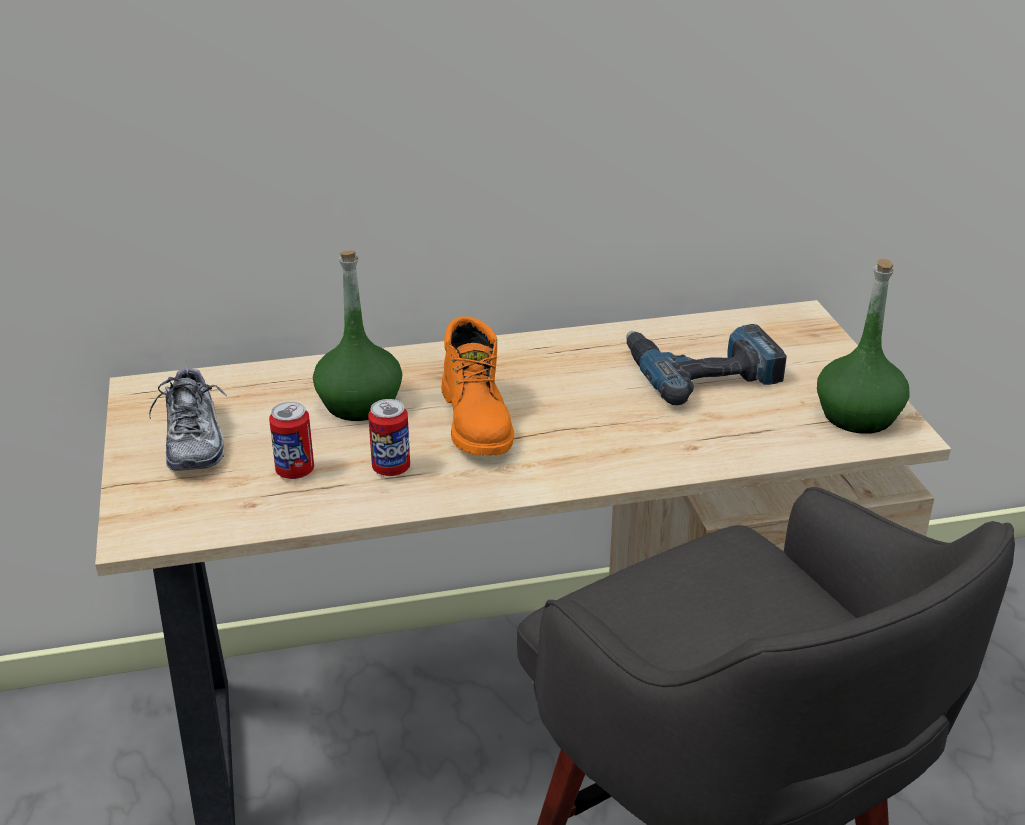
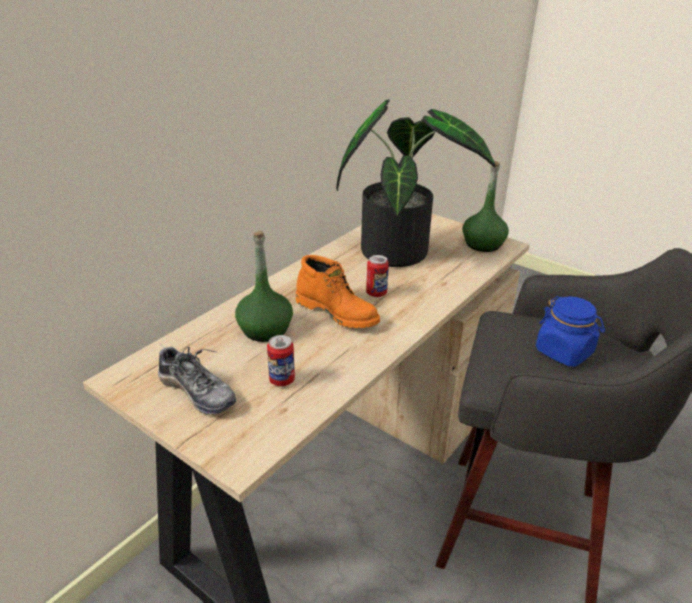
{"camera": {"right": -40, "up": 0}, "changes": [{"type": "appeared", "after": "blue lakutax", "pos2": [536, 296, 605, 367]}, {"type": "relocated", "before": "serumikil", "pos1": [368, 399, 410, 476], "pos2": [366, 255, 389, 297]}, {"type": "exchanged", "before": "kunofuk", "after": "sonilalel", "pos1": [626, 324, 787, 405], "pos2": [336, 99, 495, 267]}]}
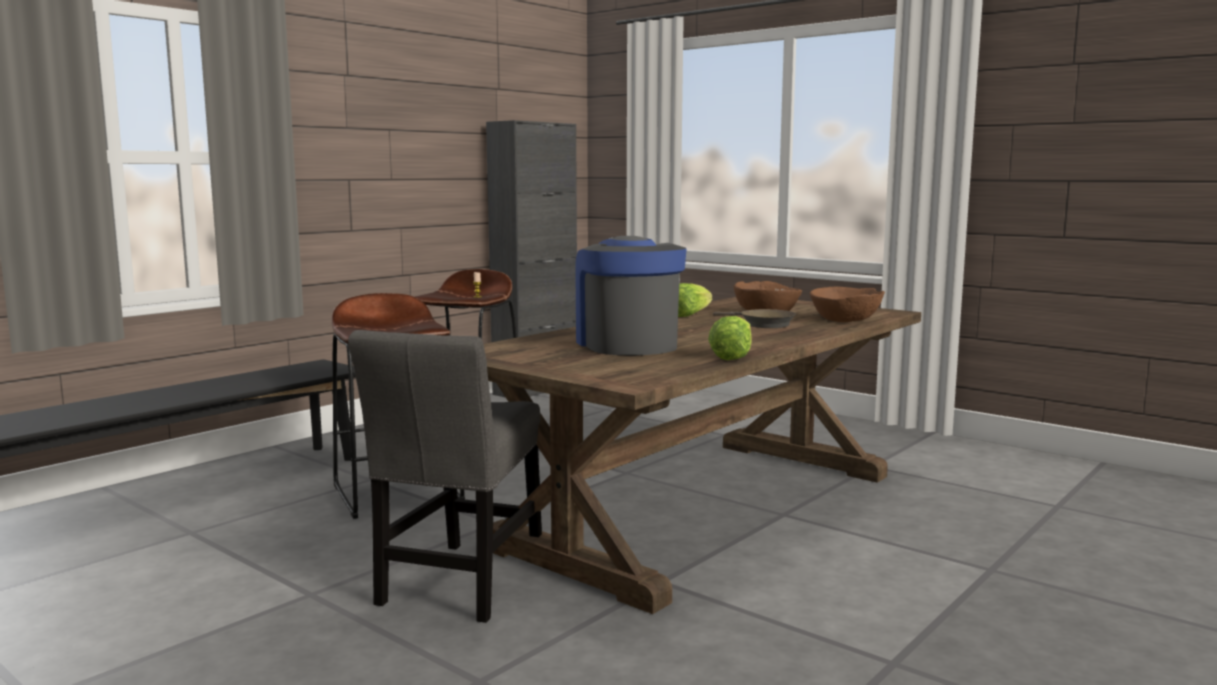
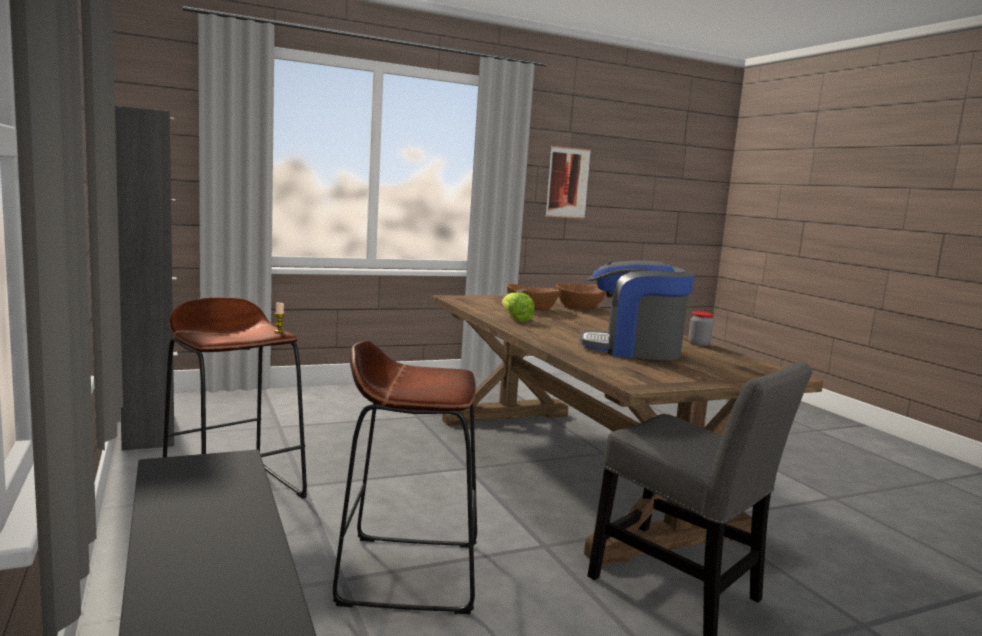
{"camera": {"right": -65, "up": 0}, "changes": [{"type": "missing", "before": "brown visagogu", "pos1": [713, 309, 796, 328]}, {"type": "appeared", "after": "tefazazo", "pos2": [545, 146, 591, 219]}, {"type": "exchanged", "before": "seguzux", "after": "lakutax", "pos1": [708, 316, 752, 360], "pos2": [688, 312, 714, 346]}]}
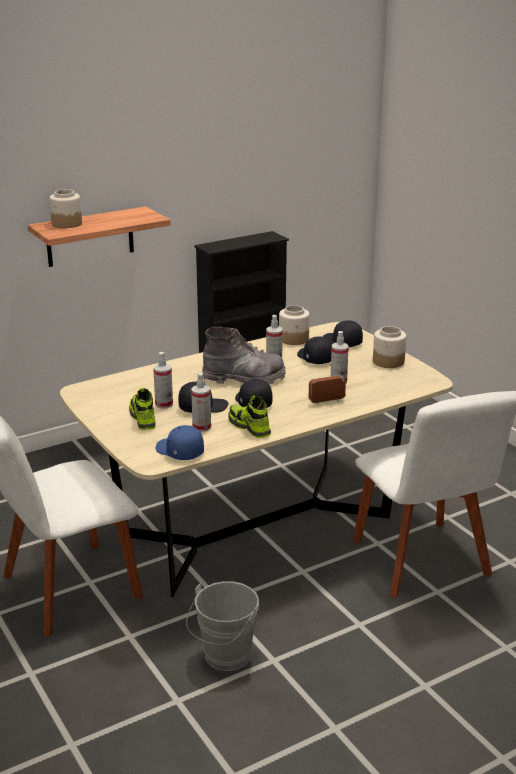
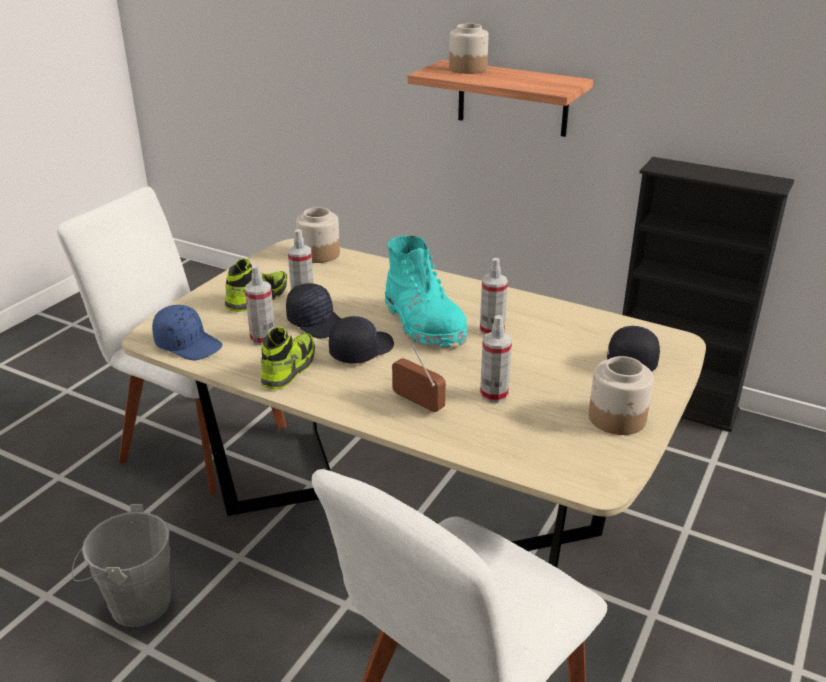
{"camera": {"right": 60, "up": 5}, "changes": [{"type": "missing", "before": "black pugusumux", "pos1": [297, 336, 333, 364]}, {"type": "relocated", "before": "lakutax", "pos1": [279, 305, 310, 345], "pos2": [296, 207, 340, 263]}, {"type": "colour", "before": "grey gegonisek", "after": "turquoise gegonisek", "pos1": [202, 327, 286, 384], "pos2": [385, 235, 467, 348]}, {"type": "spun", "before": "blue pugusumux", "pos1": [156, 425, 204, 460], "pos2": [152, 305, 222, 360], "turn": 105}]}
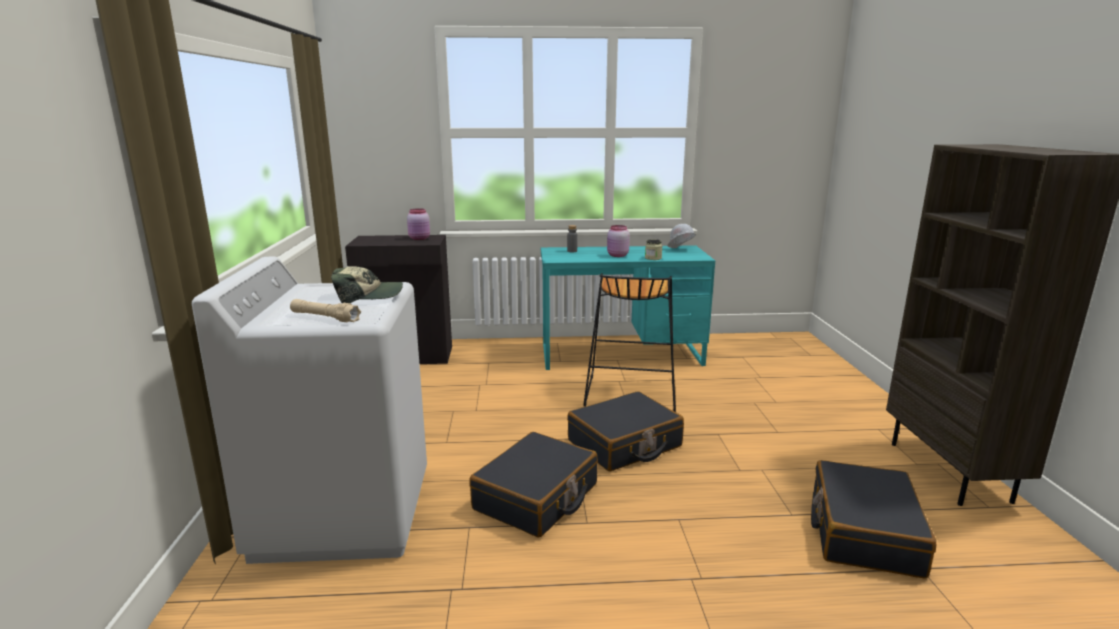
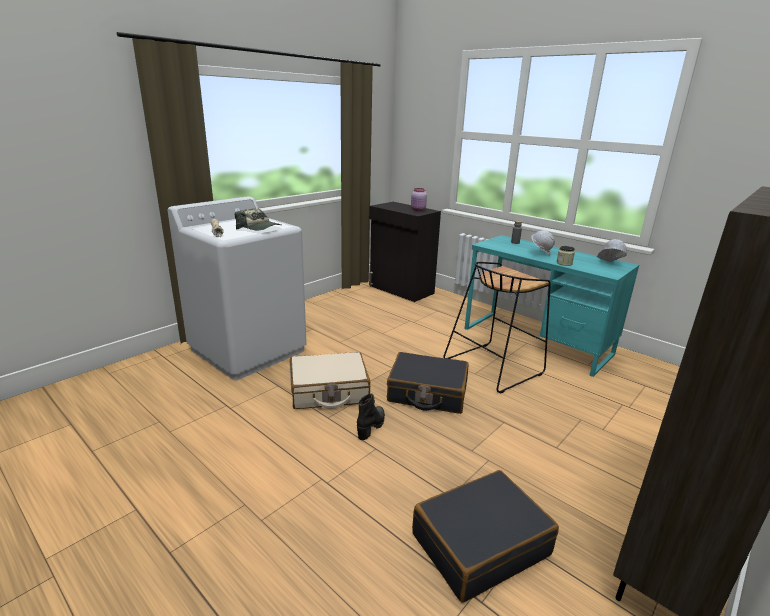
{"camera": {"right": 45, "up": 5}, "changes": [{"type": "appeared", "after": "black gegonisek", "pos2": [357, 393, 385, 440]}, {"type": "exchanged", "before": "pink lakutax", "after": "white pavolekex", "pos1": [607, 225, 630, 257], "pos2": [531, 230, 555, 256]}, {"type": "colour", "before": "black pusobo", "after": "beige pusobo", "pos1": [469, 432, 598, 537], "pos2": [290, 352, 370, 409]}]}
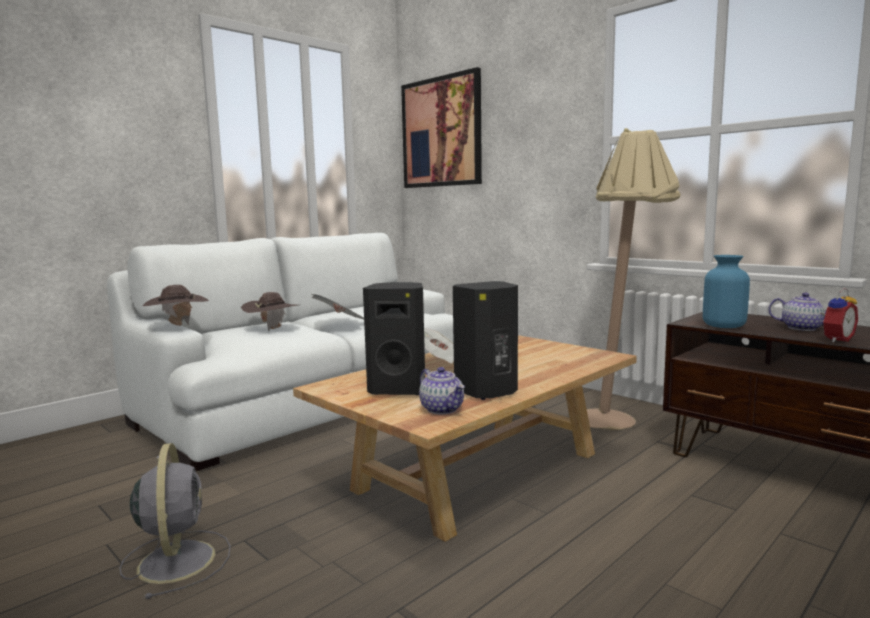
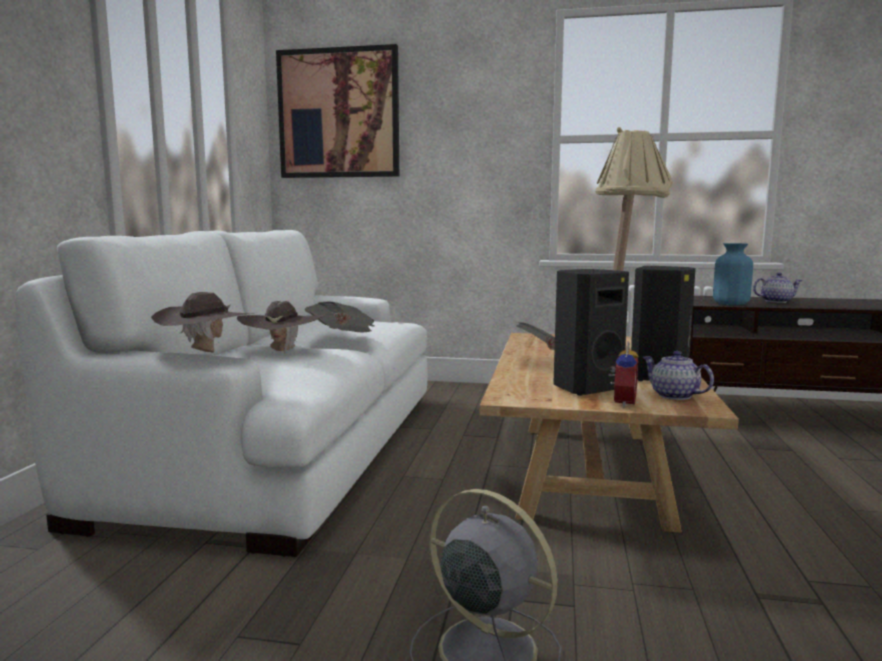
{"camera": {"right": -35, "up": 0}, "changes": [{"type": "relocated", "before": "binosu", "pos1": [820, 288, 858, 342], "pos2": [608, 341, 639, 408]}, {"type": "spun", "before": "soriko", "pos1": [419, 367, 465, 414], "pos2": [643, 351, 714, 400], "turn": -150}]}
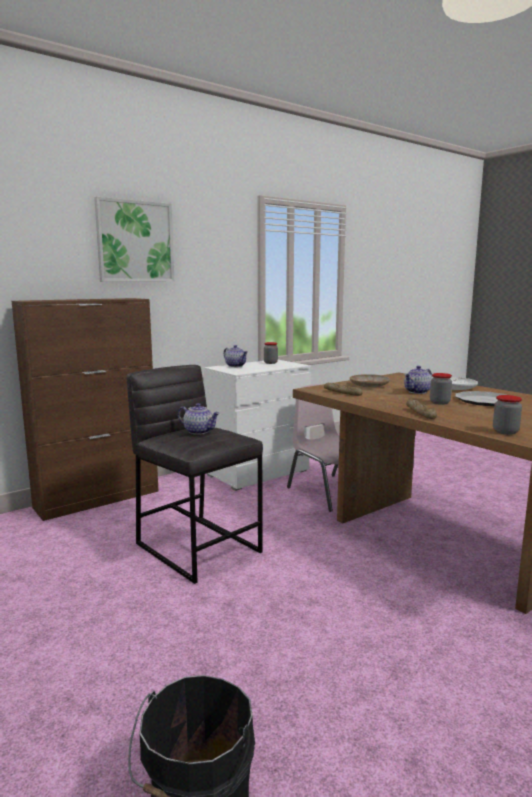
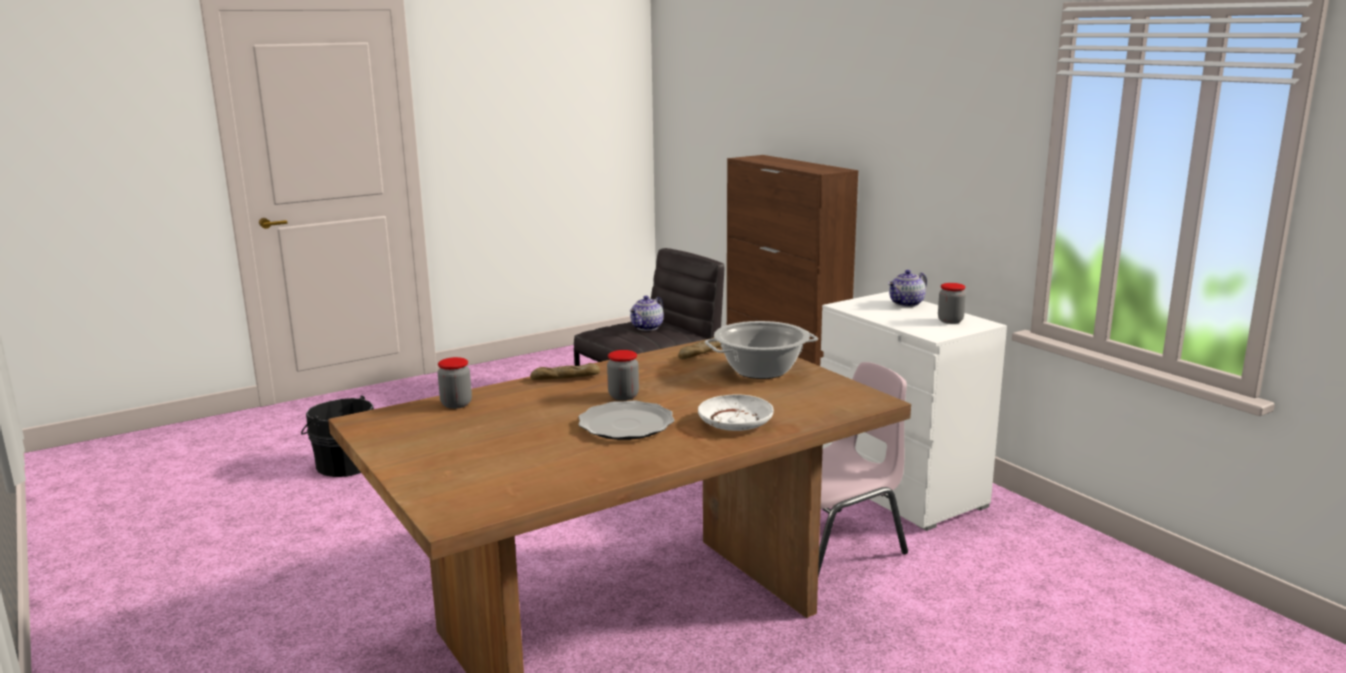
{"camera": {"right": 95, "up": 5}, "changes": [{"type": "missing", "before": "tefazazo", "pos1": [94, 197, 174, 282]}, {"type": "missing", "before": "soriko", "pos1": [404, 366, 432, 394]}, {"type": "exchanged", "before": "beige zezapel", "after": "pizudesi", "pos1": [350, 374, 390, 387], "pos2": [705, 321, 818, 379]}]}
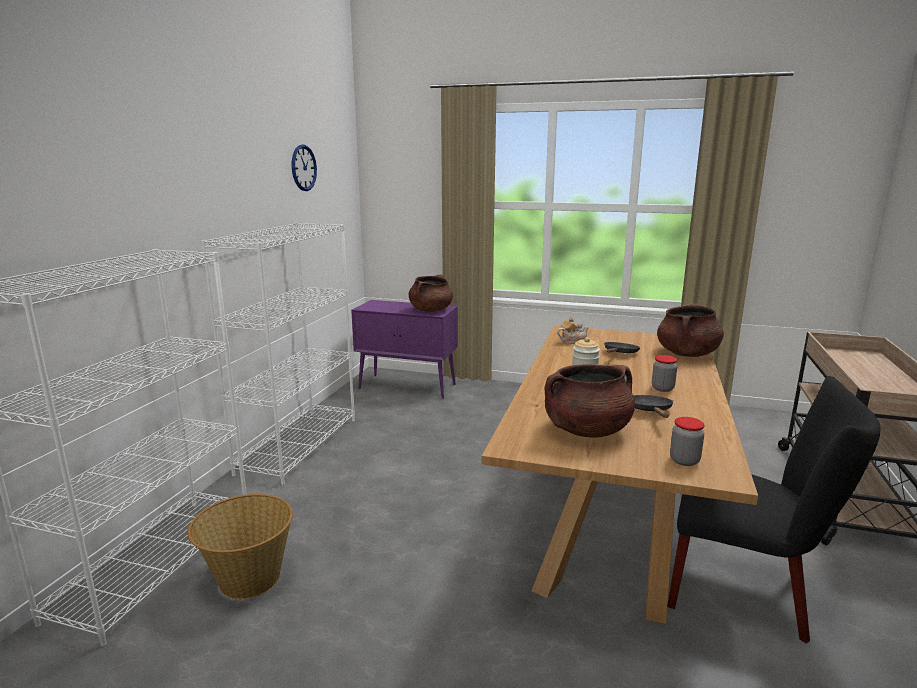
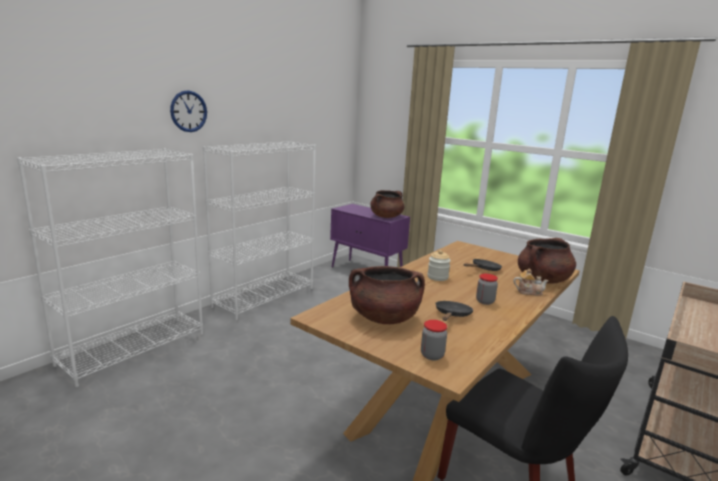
{"camera": {"right": 20, "up": 0}, "changes": [{"type": "missing", "before": "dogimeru", "pos1": [187, 494, 293, 599]}, {"type": "relocated", "before": "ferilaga", "pos1": [292, 144, 317, 191], "pos2": [170, 90, 207, 132]}, {"type": "relocated", "before": "soriko", "pos1": [557, 317, 589, 344], "pos2": [513, 268, 549, 296]}]}
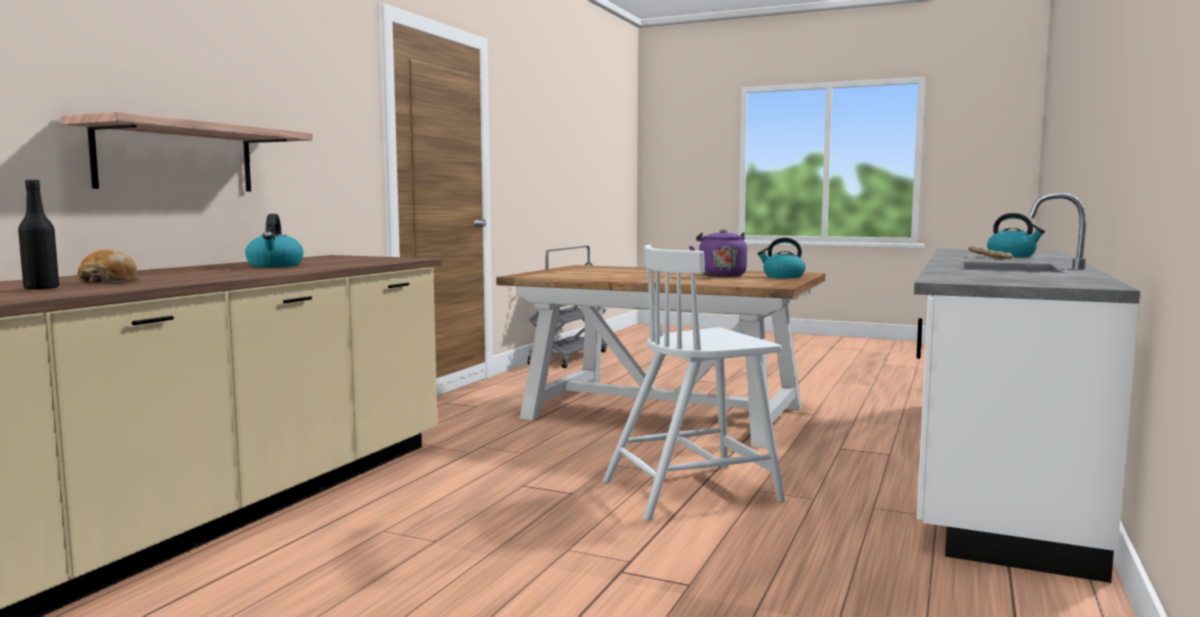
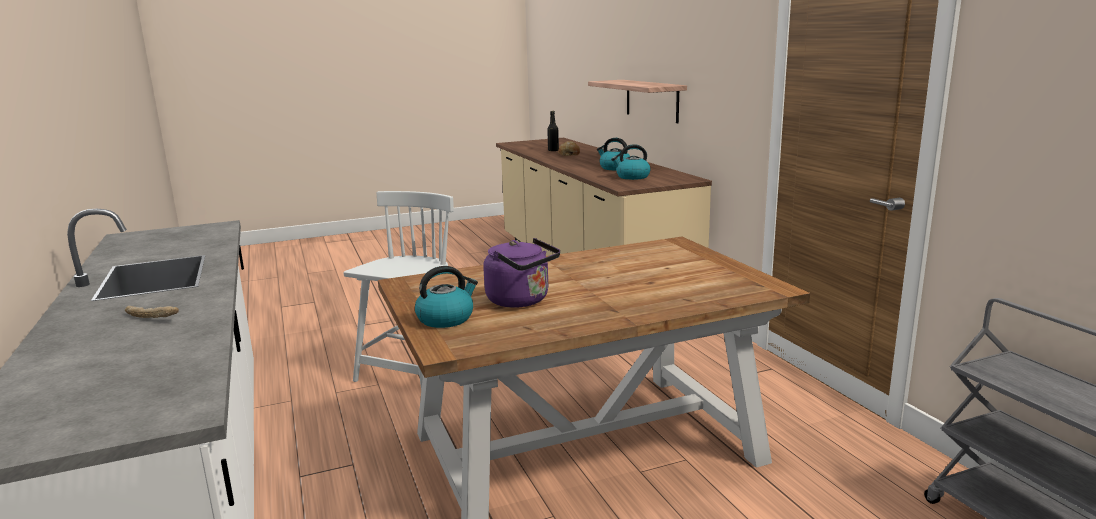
{"camera": {"right": 135, "up": 10}, "changes": [{"type": "relocated", "before": "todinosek", "pos1": [987, 213, 1045, 257], "pos2": [611, 144, 651, 180]}]}
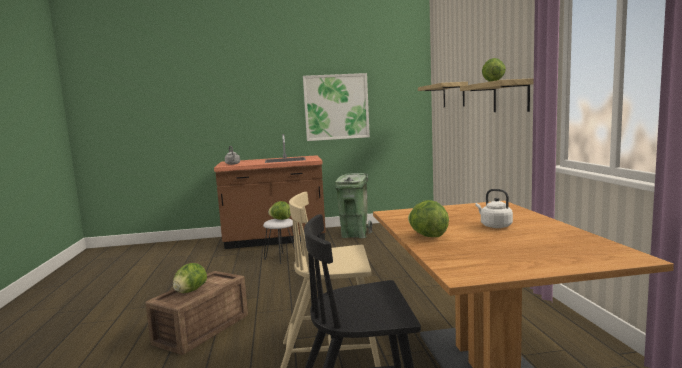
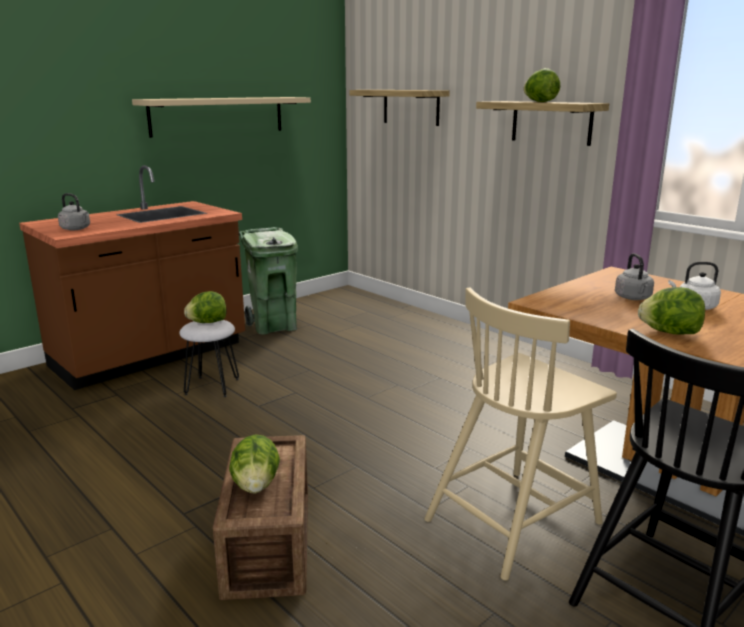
{"camera": {"right": -35, "up": 10}, "changes": [{"type": "appeared", "after": "grey todinosek", "pos2": [615, 253, 654, 300]}, {"type": "exchanged", "before": "tefazazo", "after": "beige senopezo", "pos1": [303, 73, 370, 141], "pos2": [132, 97, 311, 138]}]}
